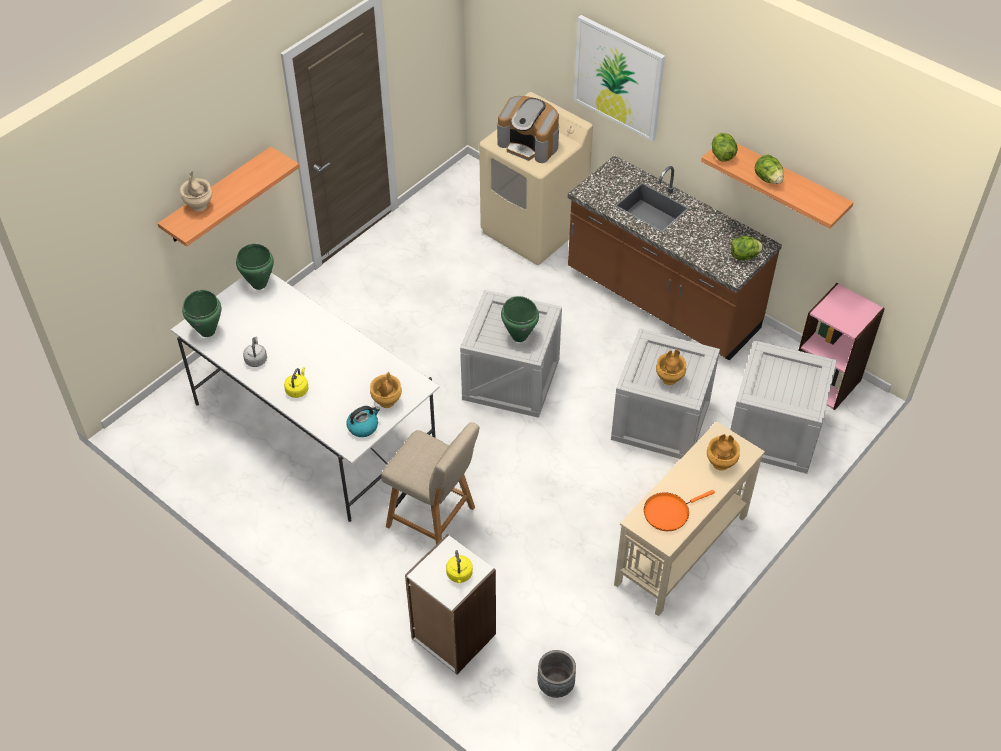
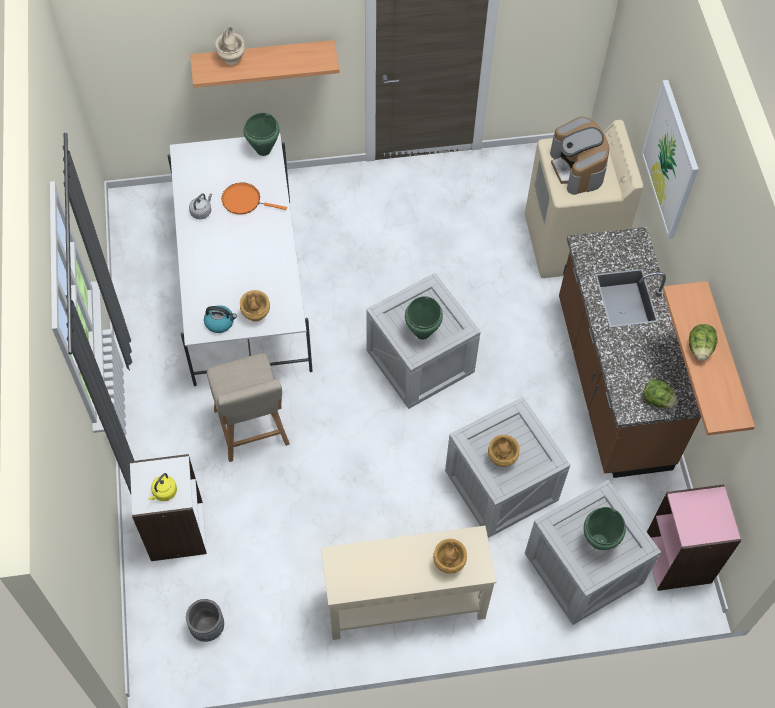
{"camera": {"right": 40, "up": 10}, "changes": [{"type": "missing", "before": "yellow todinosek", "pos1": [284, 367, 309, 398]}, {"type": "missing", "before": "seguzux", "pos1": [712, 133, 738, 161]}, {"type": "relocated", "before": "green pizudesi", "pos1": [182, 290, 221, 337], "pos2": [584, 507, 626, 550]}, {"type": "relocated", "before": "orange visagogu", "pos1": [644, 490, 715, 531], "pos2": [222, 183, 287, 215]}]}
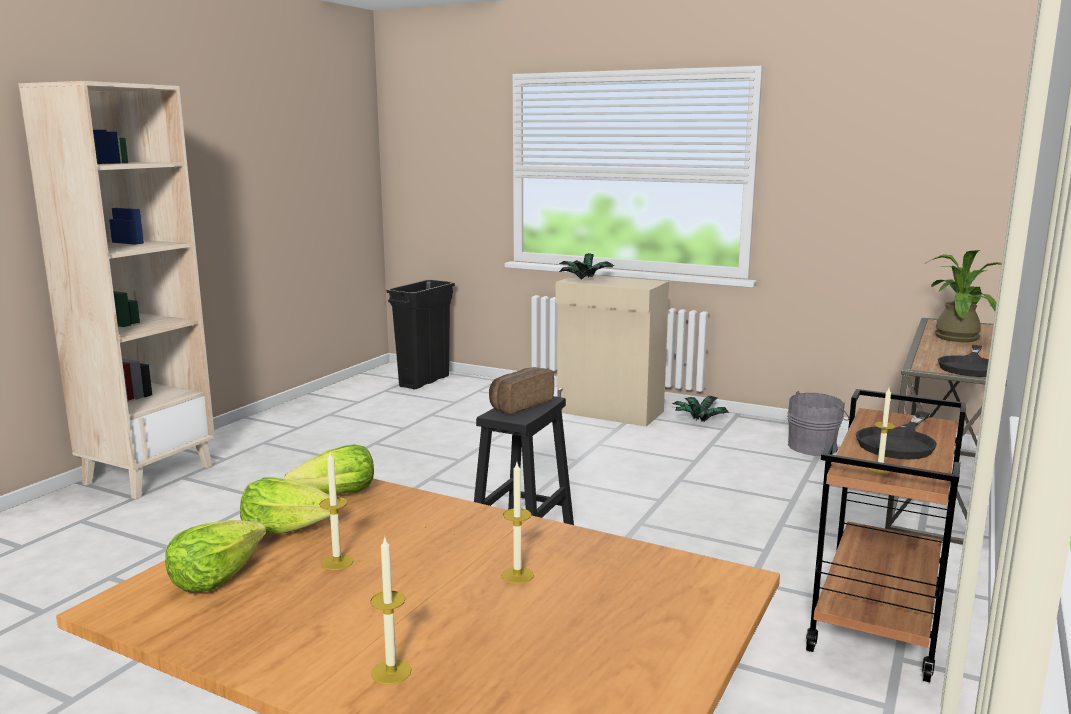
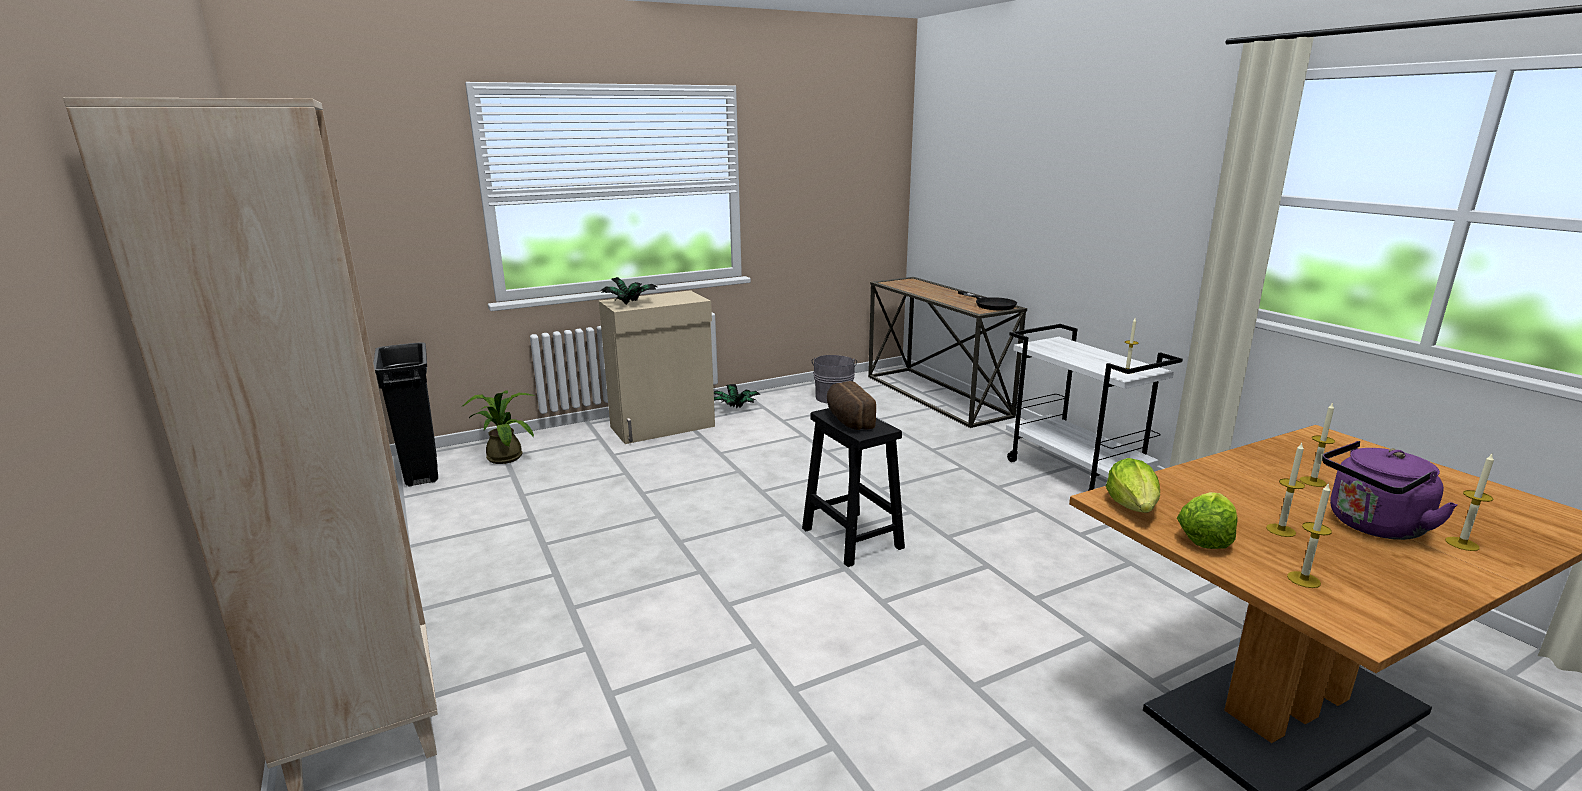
{"camera": {"right": -55, "up": 5}, "changes": [{"type": "missing", "before": "black visagogu", "pos1": [856, 411, 937, 459]}, {"type": "appeared", "after": "purple todinosek", "pos2": [1322, 441, 1457, 540]}, {"type": "relocated", "before": "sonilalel", "pos1": [924, 250, 1002, 342], "pos2": [461, 390, 535, 464]}, {"type": "exchanged", "before": "seguzux", "after": "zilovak", "pos1": [165, 520, 266, 592], "pos2": [1287, 483, 1332, 588]}, {"type": "colour", "before": "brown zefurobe", "after": "white zefurobe", "pos1": [806, 389, 966, 683], "pos2": [1006, 324, 1183, 491]}]}
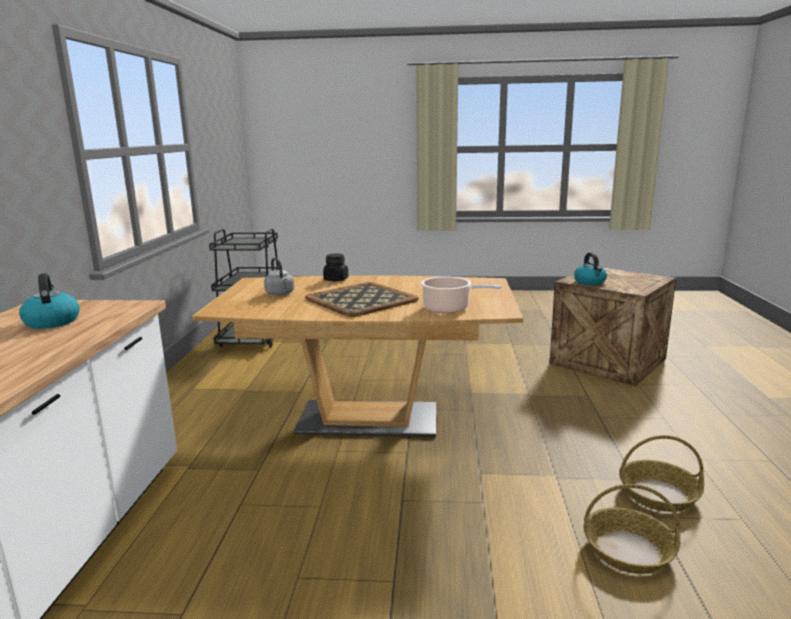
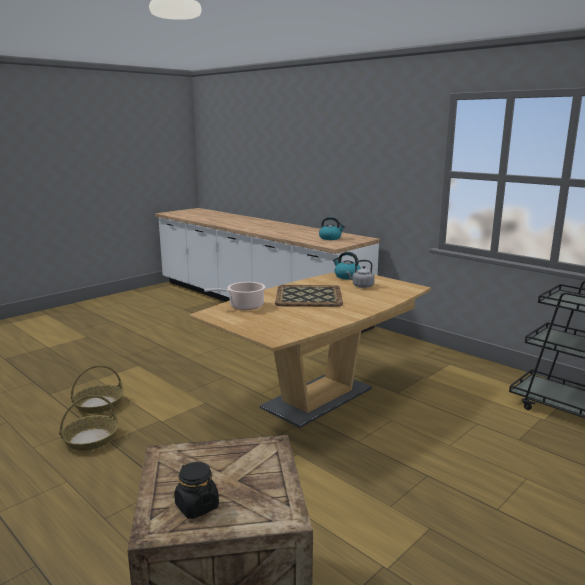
{"camera": {"right": 130, "up": 0}, "changes": [{"type": "relocated", "before": "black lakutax", "pos1": [323, 254, 348, 281], "pos2": [174, 462, 219, 519]}, {"type": "relocated", "before": "todinosek", "pos1": [574, 252, 607, 285], "pos2": [333, 252, 361, 280]}]}
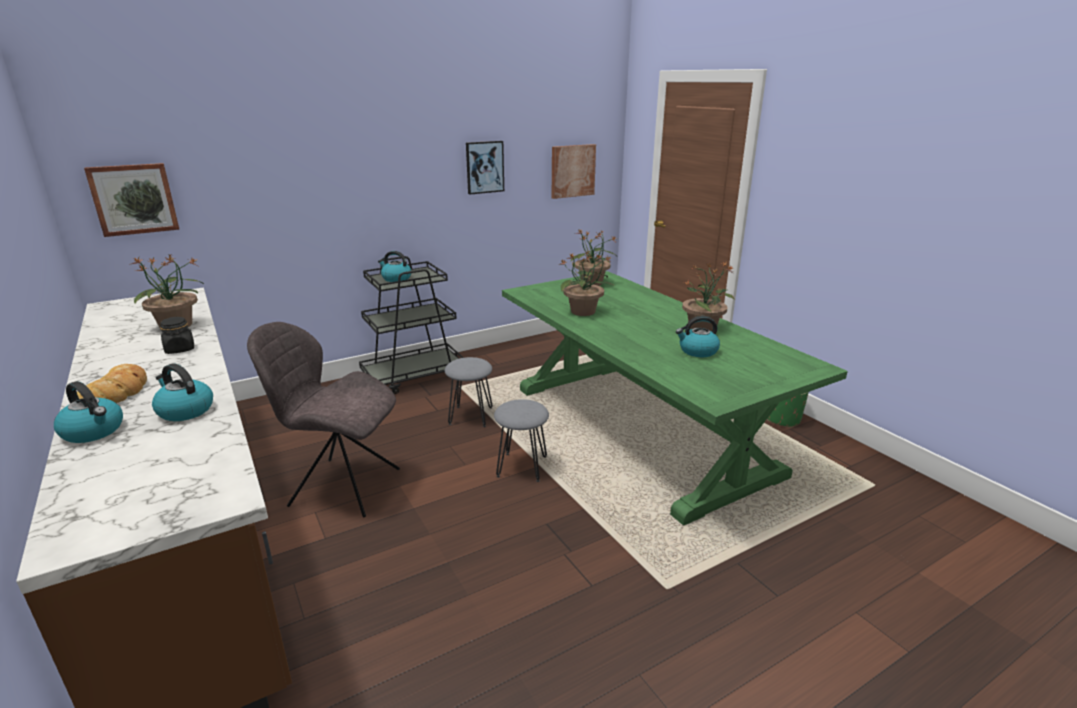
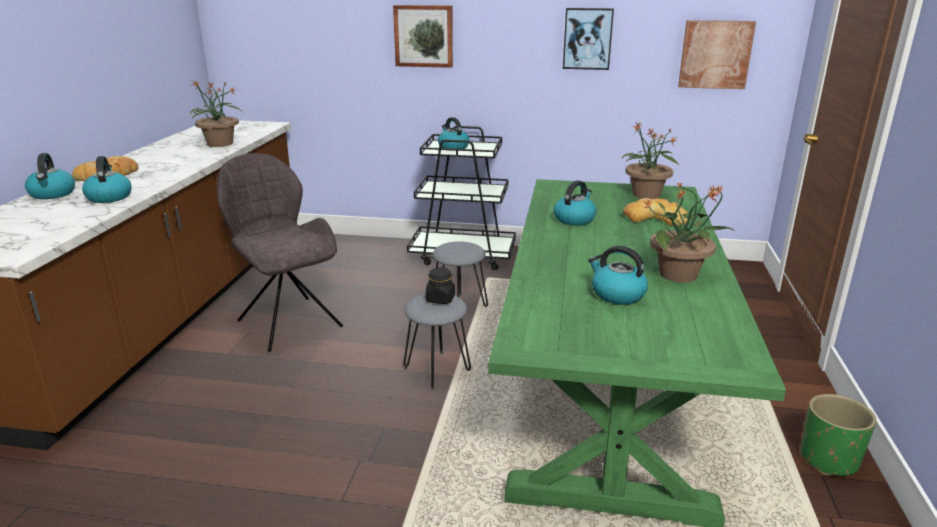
{"camera": {"right": 40, "up": 0}, "changes": [{"type": "appeared", "after": "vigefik", "pos2": [623, 198, 688, 227]}, {"type": "relocated", "before": "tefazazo", "pos1": [84, 163, 180, 237], "pos2": [393, 5, 453, 68]}, {"type": "relocated", "before": "black lakutax", "pos1": [160, 317, 194, 354], "pos2": [426, 267, 455, 304]}, {"type": "exchanged", "before": "sonilalel", "after": "todinosek", "pos1": [561, 252, 614, 316], "pos2": [554, 180, 596, 226]}]}
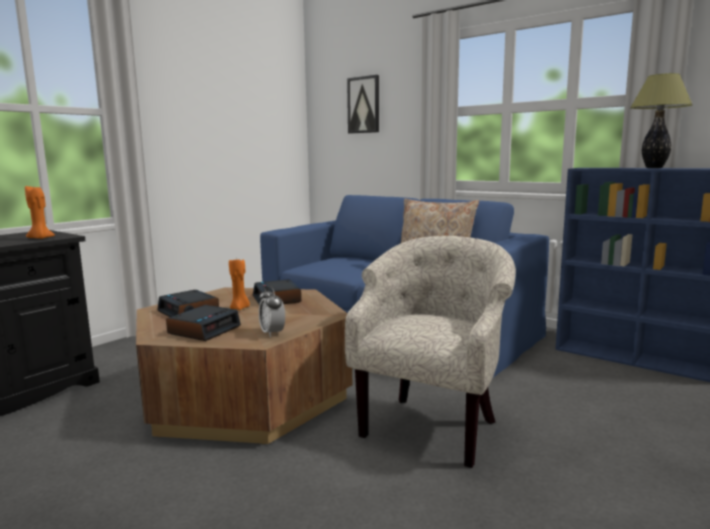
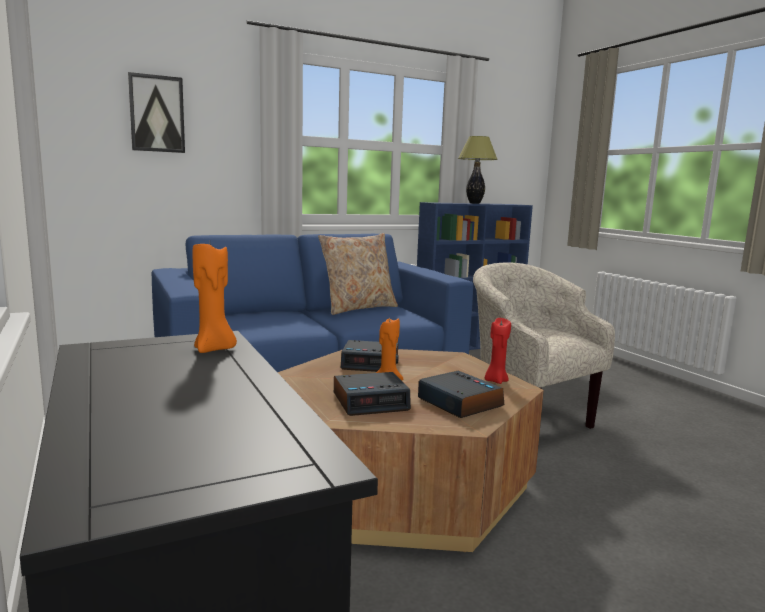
{"camera": {"right": -65, "up": 0}, "changes": [{"type": "exchanged", "before": "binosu", "after": "red zilovak", "pos1": [259, 286, 285, 337], "pos2": [485, 318, 511, 384]}]}
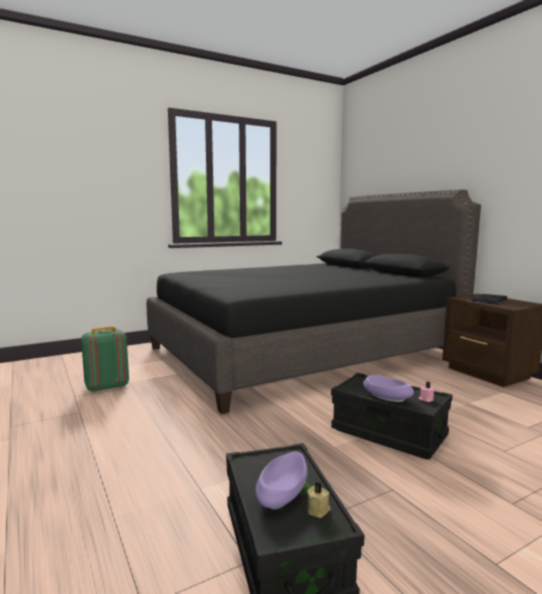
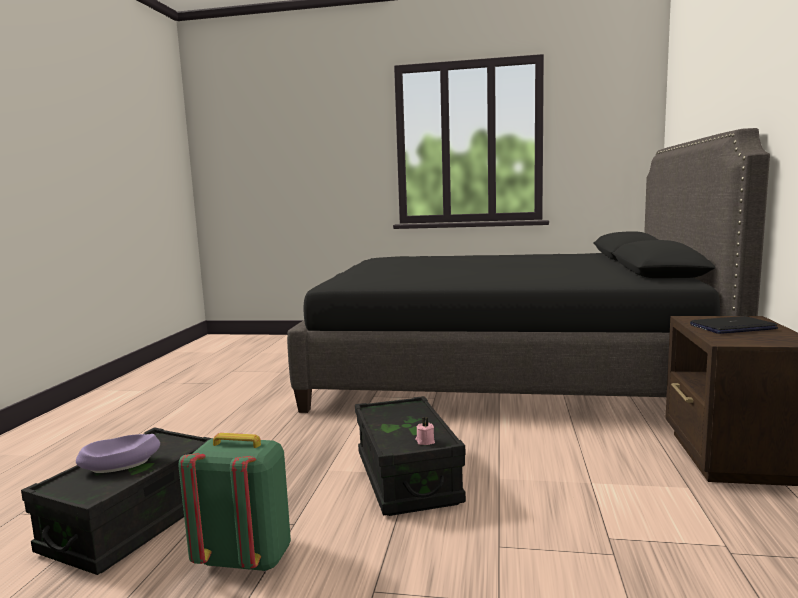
{"camera": {"right": 40, "up": 0}, "changes": [{"type": "missing", "before": "beige zilovak", "pos1": [308, 482, 331, 518]}, {"type": "missing", "before": "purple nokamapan", "pos1": [363, 375, 414, 402]}, {"type": "relocated", "before": "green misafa", "pos1": [81, 326, 129, 393], "pos2": [179, 433, 291, 572]}]}
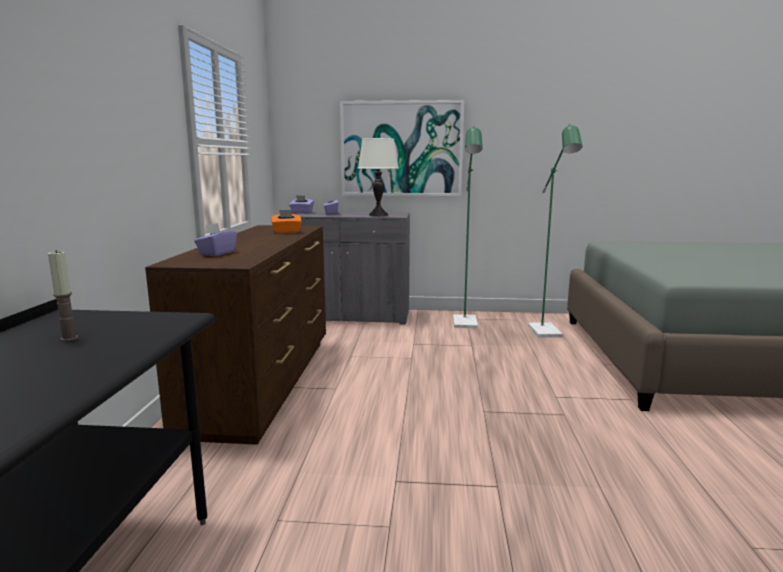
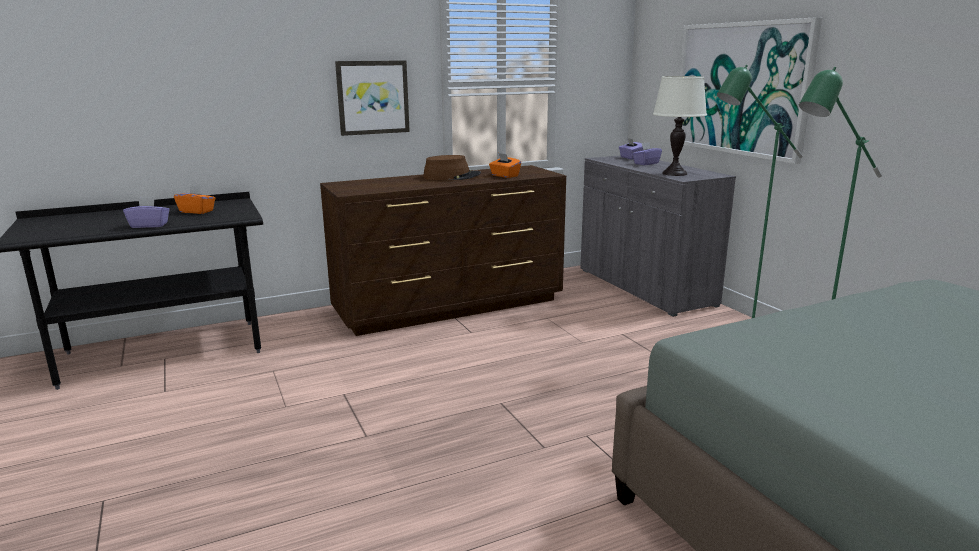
{"camera": {"right": 60, "up": 5}, "changes": [{"type": "appeared", "after": "tefazazo", "pos2": [335, 60, 410, 136]}, {"type": "appeared", "after": "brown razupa", "pos2": [423, 155, 481, 180]}, {"type": "relocated", "before": "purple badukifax", "pos1": [194, 223, 237, 256], "pos2": [123, 197, 170, 228]}, {"type": "exchanged", "before": "zilovak", "after": "orange badukifax", "pos1": [48, 250, 78, 341], "pos2": [174, 185, 216, 214]}]}
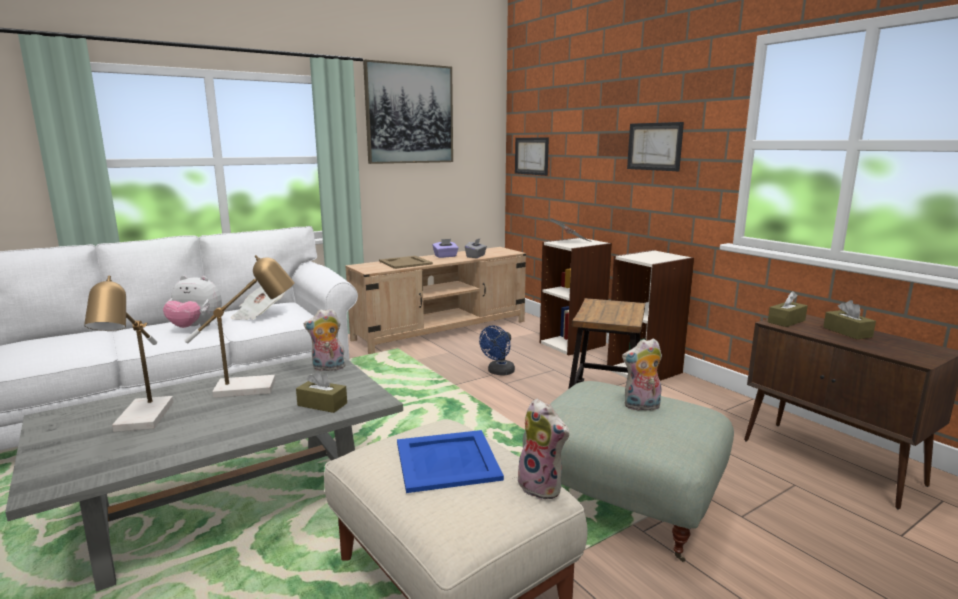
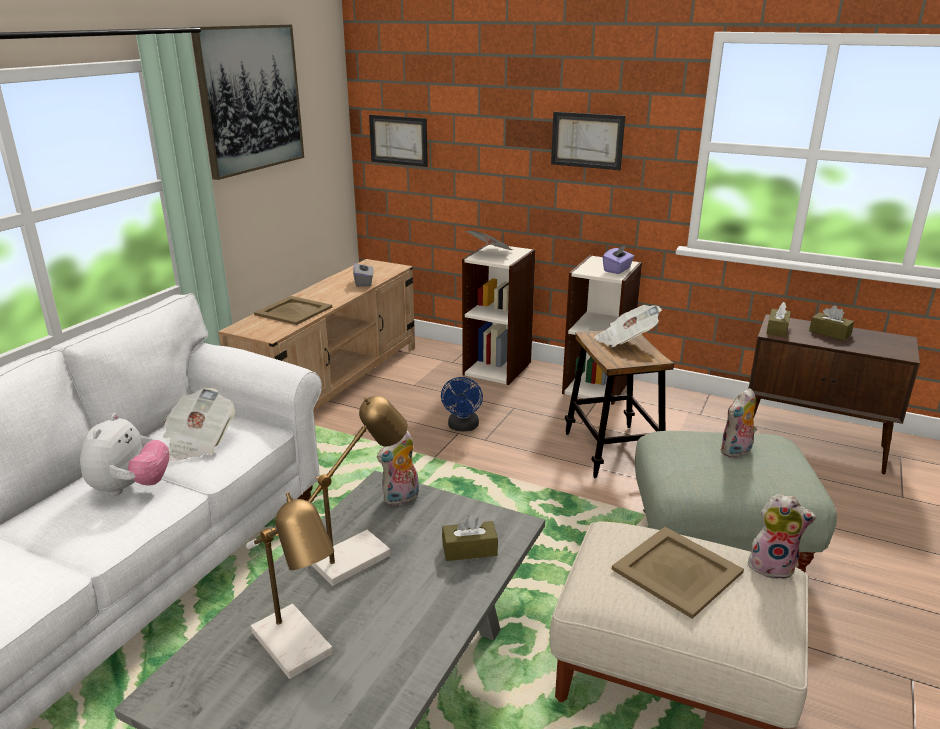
{"camera": {"right": -30, "up": 10}, "changes": [{"type": "appeared", "after": "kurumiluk", "pos2": [594, 305, 662, 347]}, {"type": "relocated", "before": "purple badukifax", "pos1": [432, 239, 459, 258], "pos2": [603, 245, 634, 274]}, {"type": "colour", "before": "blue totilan", "after": "beige totilan", "pos1": [397, 430, 504, 493], "pos2": [611, 527, 744, 619]}, {"type": "spun", "before": "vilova", "pos1": [163, 275, 222, 328], "pos2": [80, 413, 169, 496], "turn": -60}]}
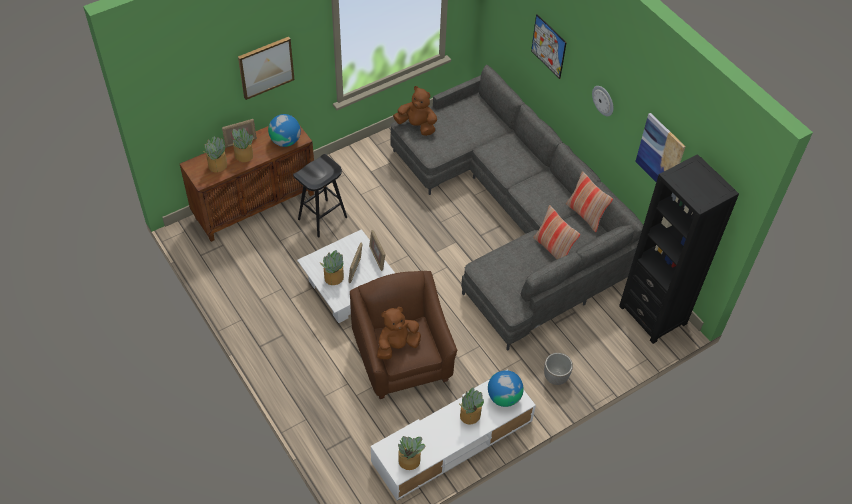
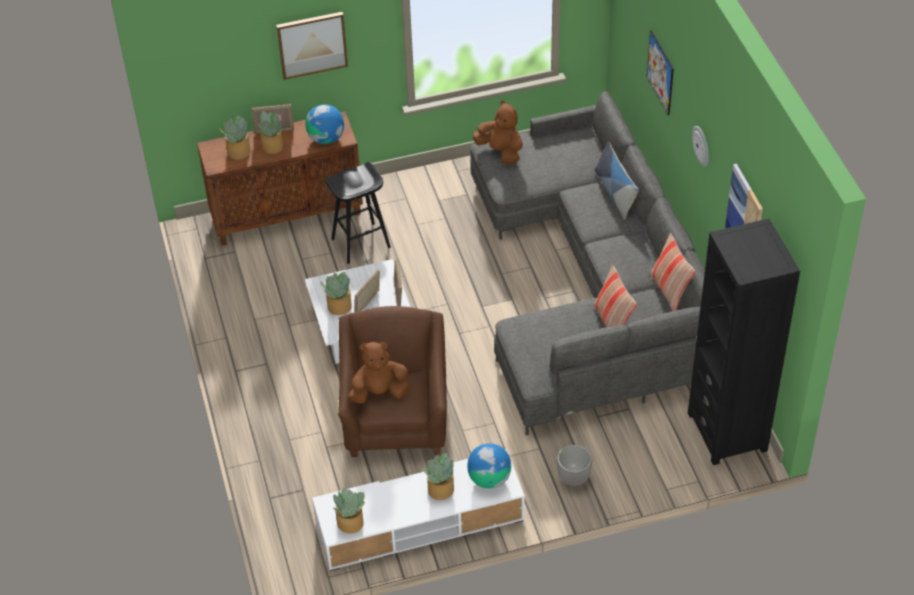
{"camera": {"right": 20, "up": -5}, "changes": [{"type": "appeared", "after": "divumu", "pos2": [595, 142, 639, 220]}]}
